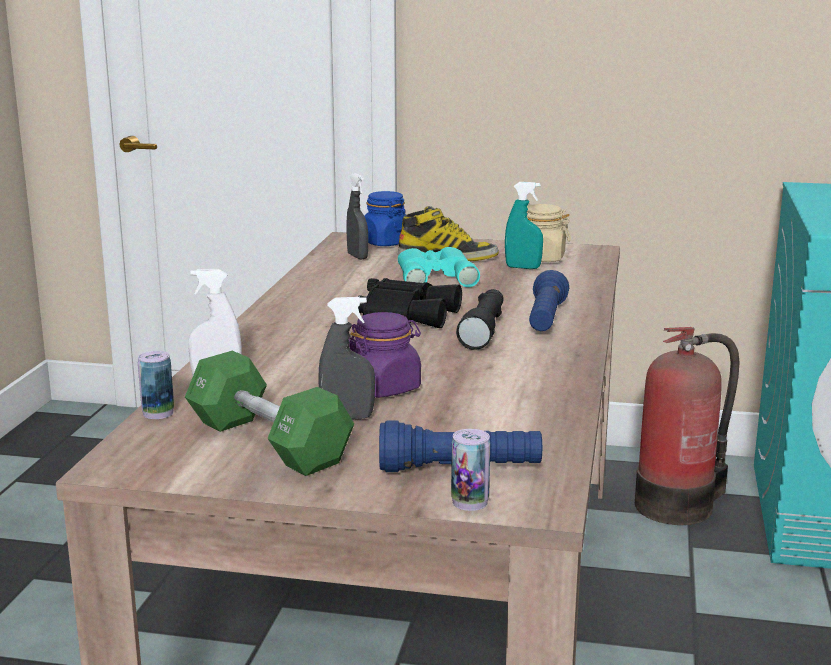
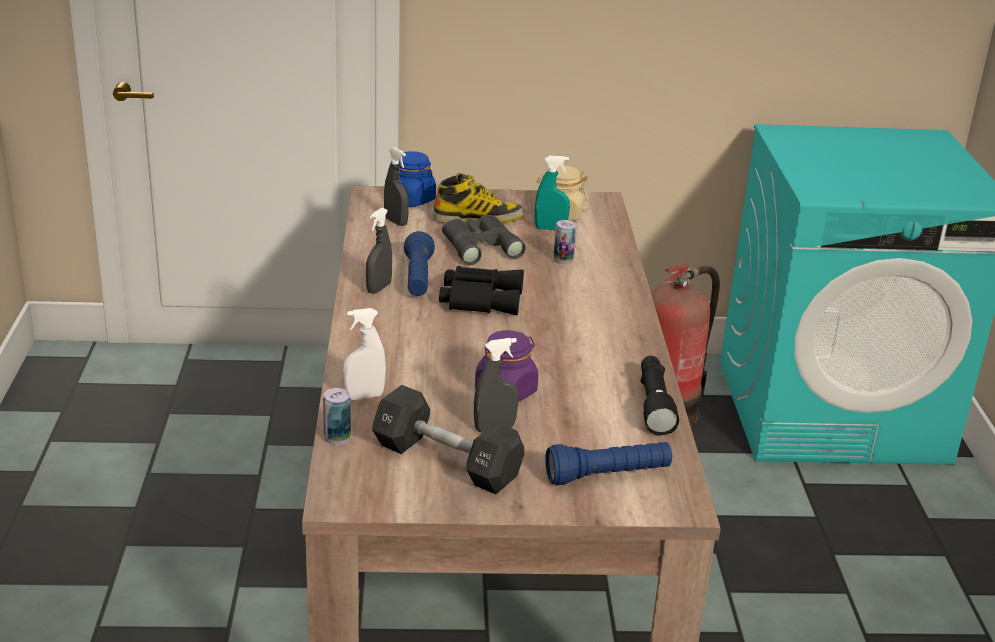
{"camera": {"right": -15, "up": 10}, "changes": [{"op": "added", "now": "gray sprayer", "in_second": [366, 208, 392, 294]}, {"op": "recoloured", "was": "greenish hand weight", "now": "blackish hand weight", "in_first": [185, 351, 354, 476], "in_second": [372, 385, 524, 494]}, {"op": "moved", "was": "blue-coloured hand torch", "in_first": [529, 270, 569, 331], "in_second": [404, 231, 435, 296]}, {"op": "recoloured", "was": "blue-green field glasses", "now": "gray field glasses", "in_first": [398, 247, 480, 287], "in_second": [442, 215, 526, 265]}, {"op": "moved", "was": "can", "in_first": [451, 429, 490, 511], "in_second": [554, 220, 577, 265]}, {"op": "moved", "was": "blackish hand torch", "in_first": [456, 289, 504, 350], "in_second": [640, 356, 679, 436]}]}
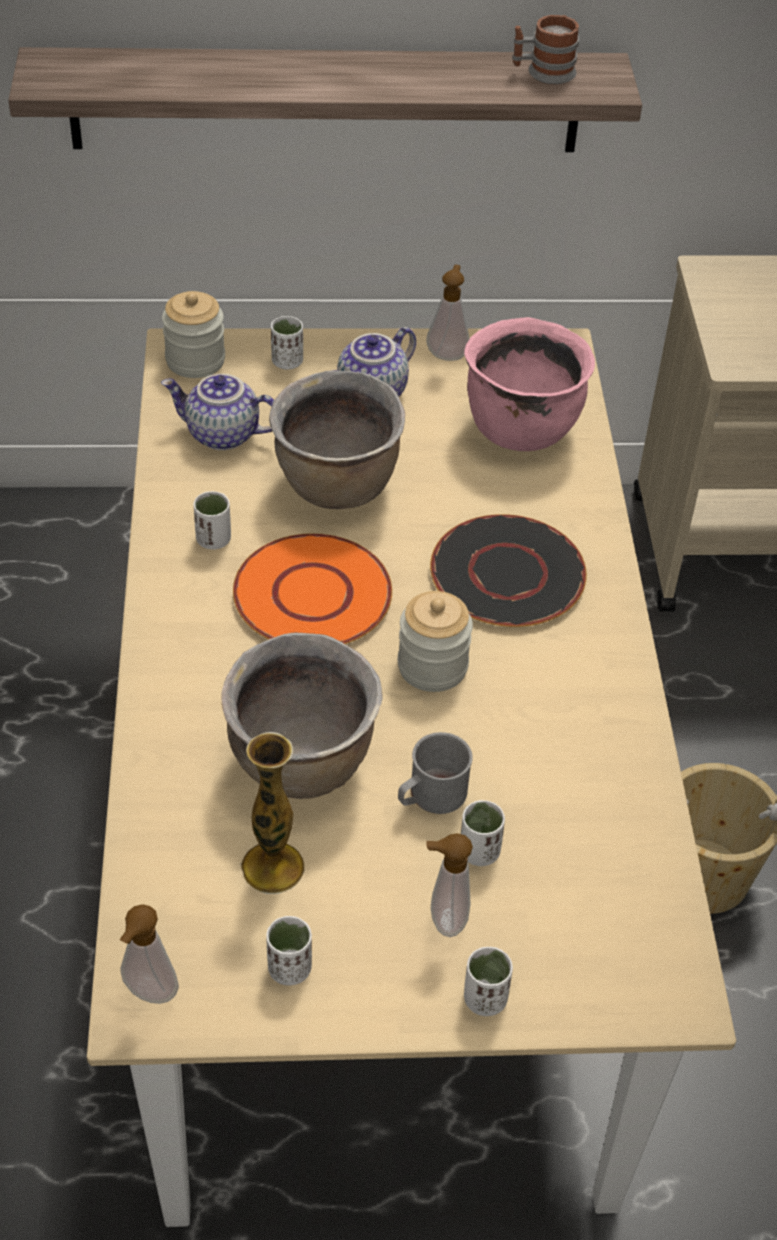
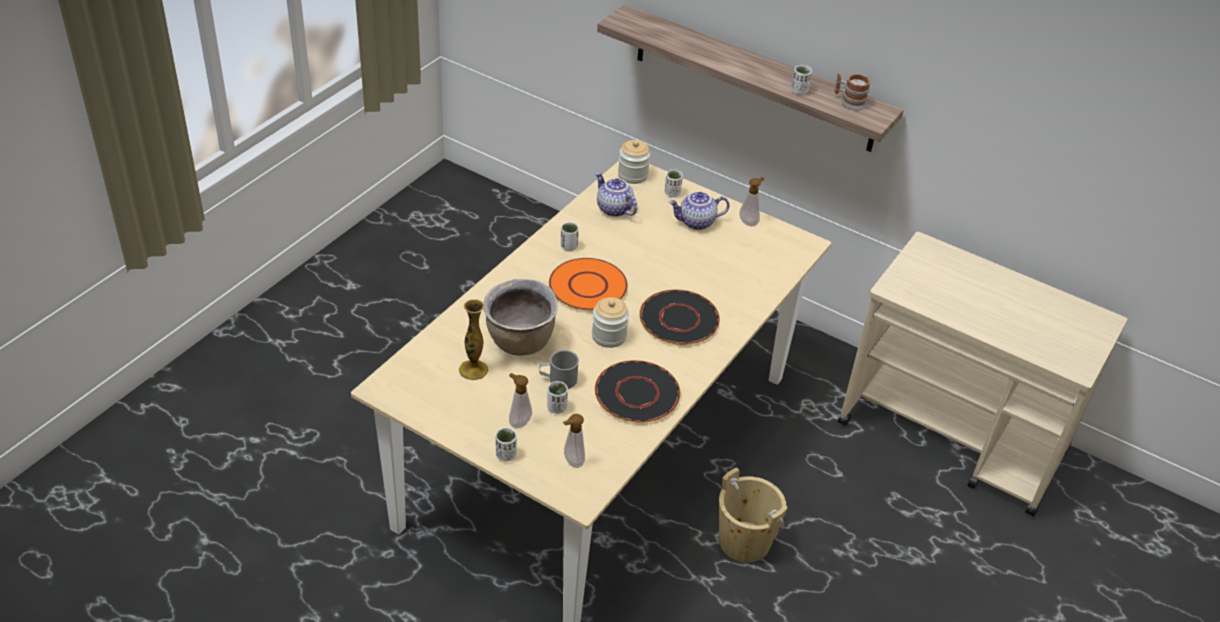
{"camera": {"right": 35, "up": -5}, "changes": [{"op": "moved", "was": "liquid soap bottle", "in_first": [120, 904, 179, 1004], "in_second": [563, 414, 585, 468]}, {"op": "added", "now": "blackish plate", "in_second": [595, 360, 680, 423]}, {"op": "moved", "was": "white-coloured cup", "in_first": [266, 916, 312, 986], "in_second": [791, 65, 812, 95]}, {"op": "removed", "was": "brown cooking pot", "in_first": [269, 371, 405, 509]}, {"op": "removed", "was": "pinkish cooking pot", "in_first": [464, 317, 595, 451]}]}
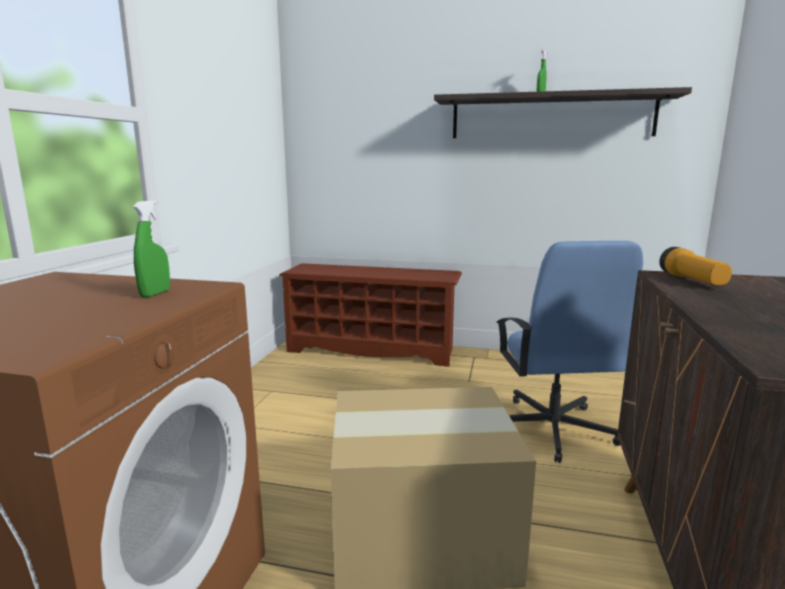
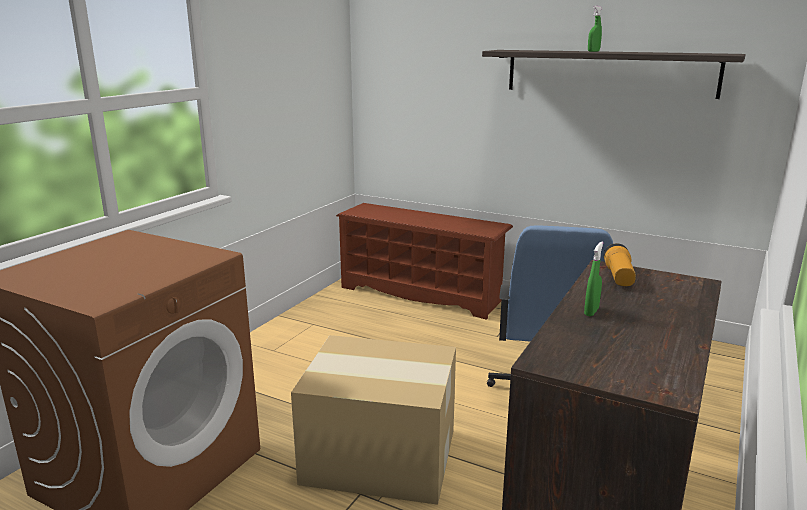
{"camera": {"right": 15, "up": 5}, "changes": [{"op": "moved", "was": "greenish sprayer", "in_first": [133, 200, 170, 297], "in_second": [584, 241, 603, 316]}]}
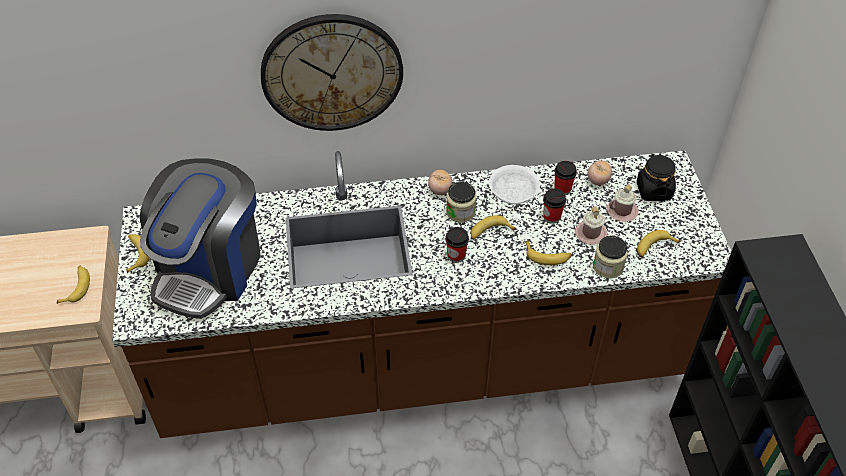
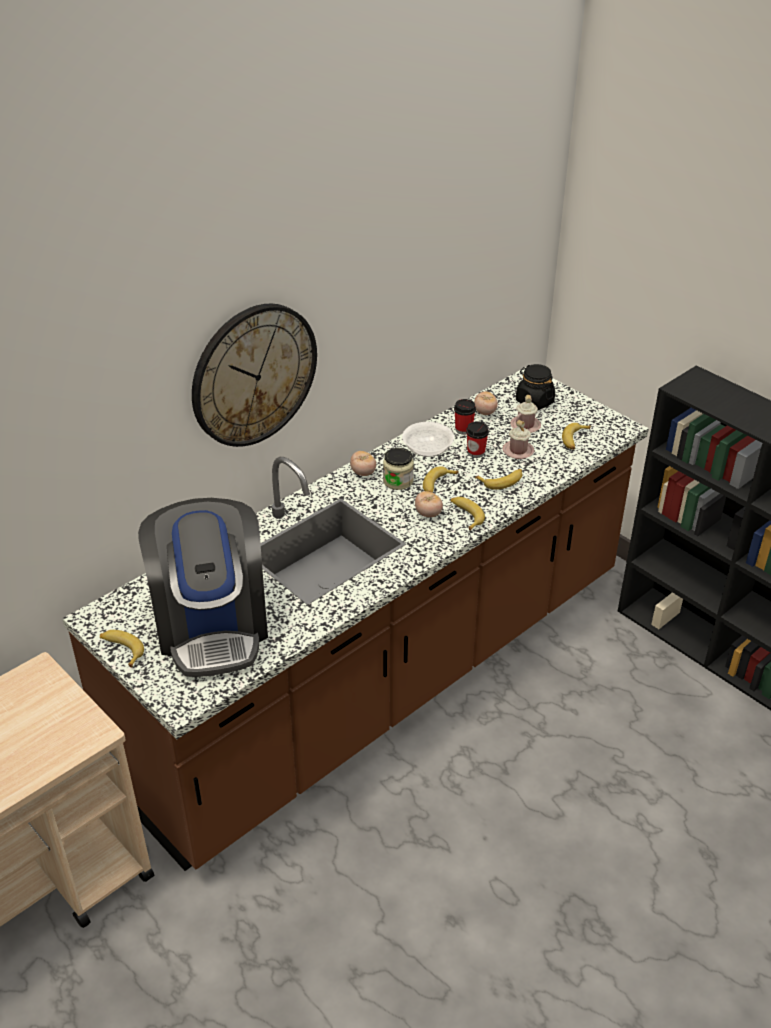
{"camera": {"right": -35, "up": -10}, "changes": [{"op": "replaced", "was": "cup", "now": "whole tomato", "in_first": [445, 227, 469, 263], "in_second": [415, 491, 443, 517]}, {"op": "moved", "was": "banana fruit", "in_first": [57, 266, 90, 304], "in_second": [451, 497, 485, 531]}, {"op": "removed", "was": "jar", "in_first": [593, 236, 628, 278]}]}
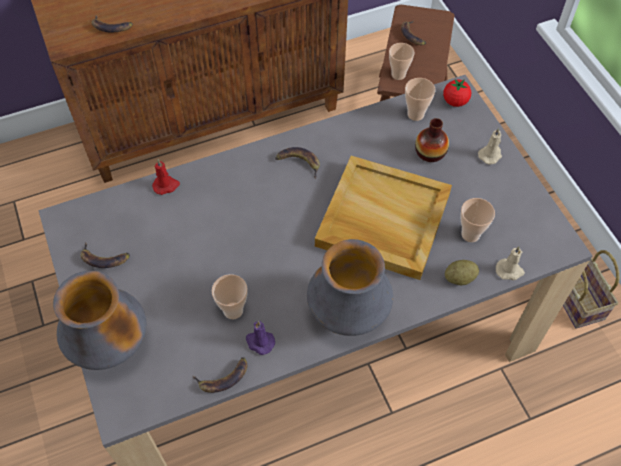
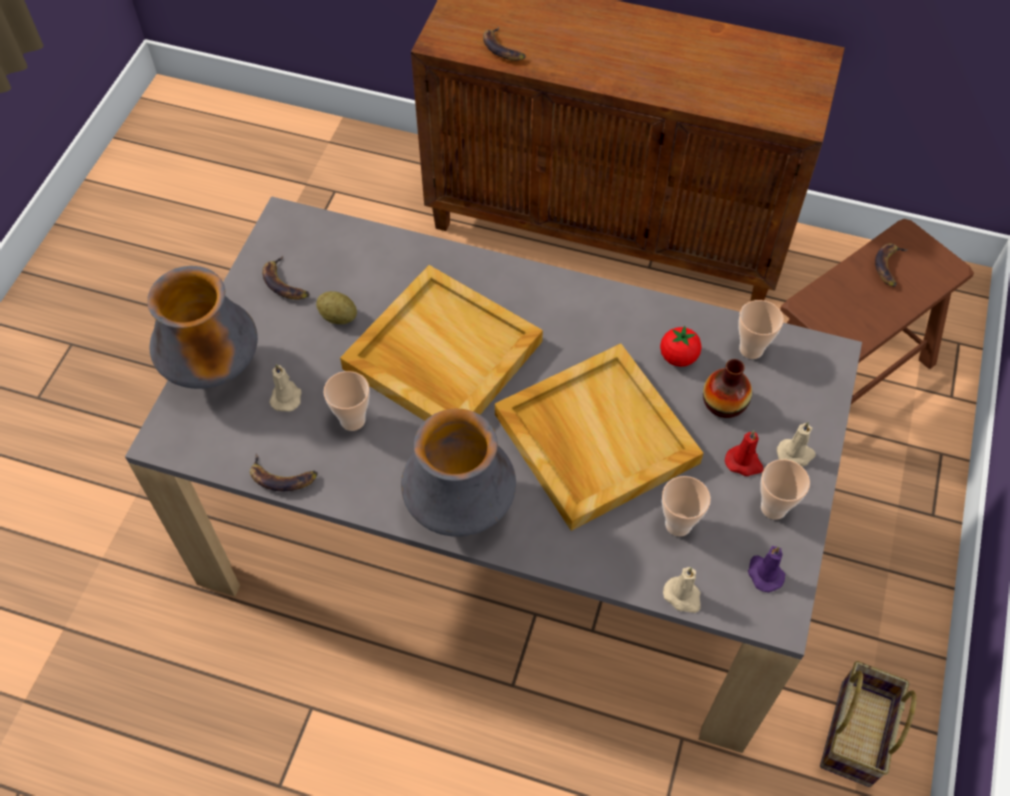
{"camera": {"right": 40, "up": 0}, "changes": [{"op": "added", "now": "beige wax light", "in_second": [269, 364, 301, 411]}, {"op": "moved", "was": "potato", "in_first": [445, 260, 479, 285], "in_second": [316, 291, 357, 324]}, {"op": "added", "now": "beige serving tray", "in_second": [340, 265, 543, 421]}, {"op": "moved", "was": "whole tomato", "in_first": [443, 79, 471, 107], "in_second": [660, 326, 702, 367]}, {"op": "moved", "was": "red-coloured wax light", "in_first": [152, 159, 180, 195], "in_second": [725, 430, 763, 476]}, {"op": "moved", "was": "purple wax light", "in_first": [246, 321, 275, 355], "in_second": [748, 546, 785, 592]}, {"op": "moved", "was": "cup", "in_first": [389, 43, 414, 80], "in_second": [760, 459, 810, 520]}, {"op": "removed", "was": "banana fruit", "in_first": [275, 147, 320, 179]}]}
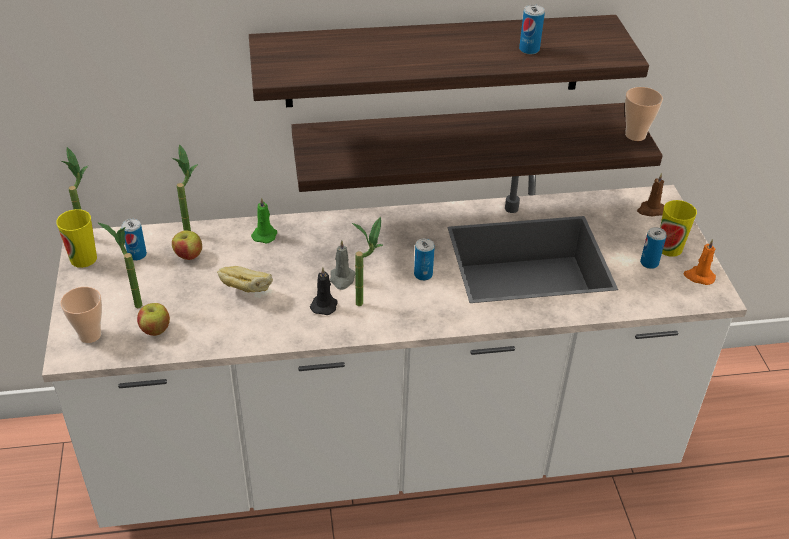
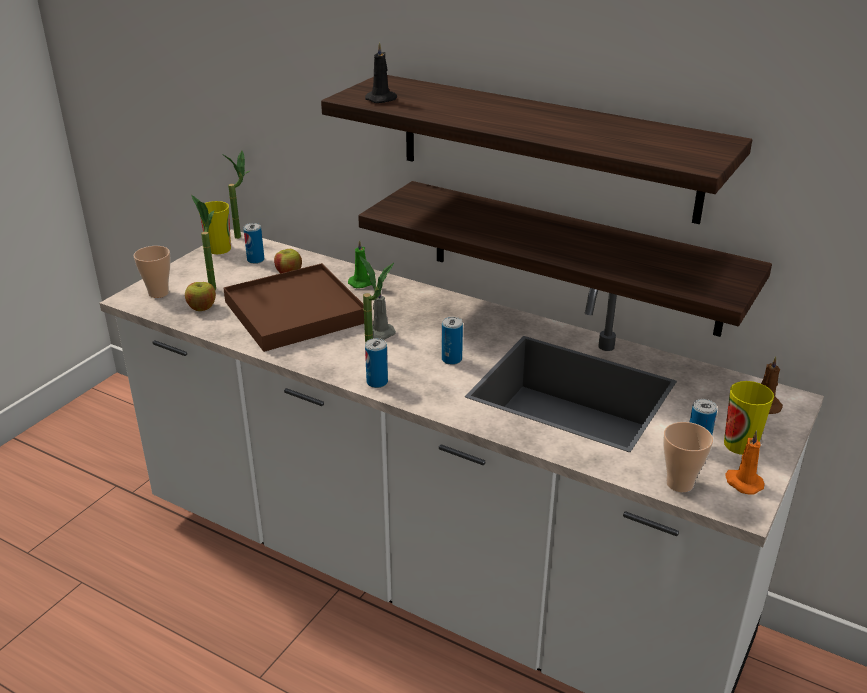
{"camera": {"right": 40, "up": -10}, "changes": [{"op": "replaced", "was": "bakery bread", "now": "brown serving tray", "in_first": [217, 266, 273, 293], "in_second": [223, 263, 364, 352]}, {"op": "moved", "was": "blackish wax light", "in_first": [310, 268, 337, 315], "in_second": [365, 42, 398, 103]}, {"op": "moved", "was": "can", "in_first": [519, 5, 545, 54], "in_second": [365, 338, 388, 388]}, {"op": "moved", "was": "cup", "in_first": [625, 87, 663, 141], "in_second": [663, 422, 713, 492]}, {"op": "removed", "was": "houseplant", "in_first": [172, 144, 198, 231]}]}
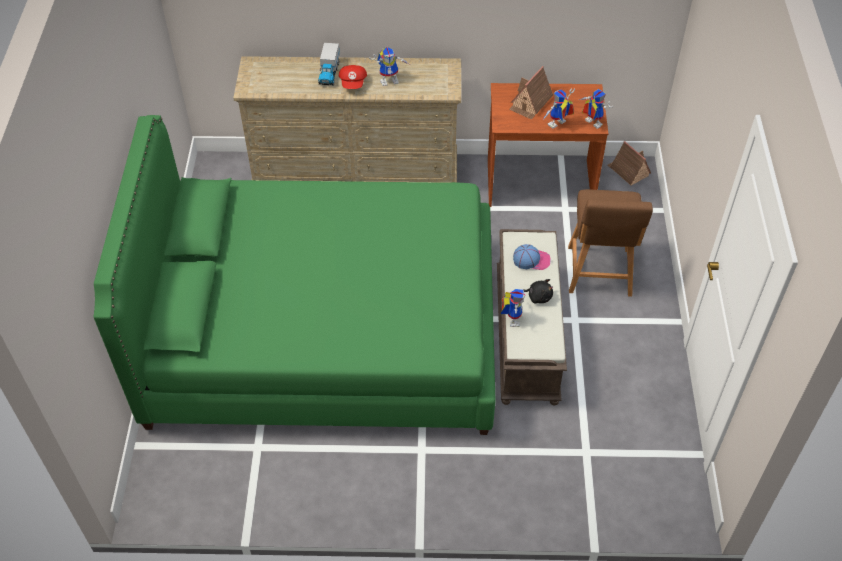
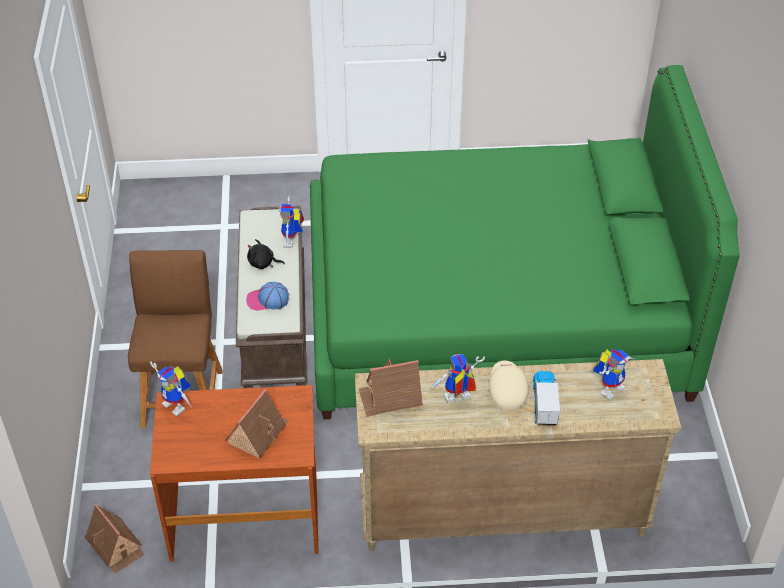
{"camera": {"right": 175, "up": -5}, "changes": [{"op": "added", "now": "model house", "in_second": [358, 359, 423, 417]}, {"op": "recoloured", "was": "red-coloured baseball cap", "now": "beige baseball cap", "in_first": [339, 65, 367, 89], "in_second": [489, 360, 529, 410]}, {"op": "moved", "was": "toy robot", "in_first": [542, 89, 575, 129], "in_second": [593, 349, 634, 400]}]}
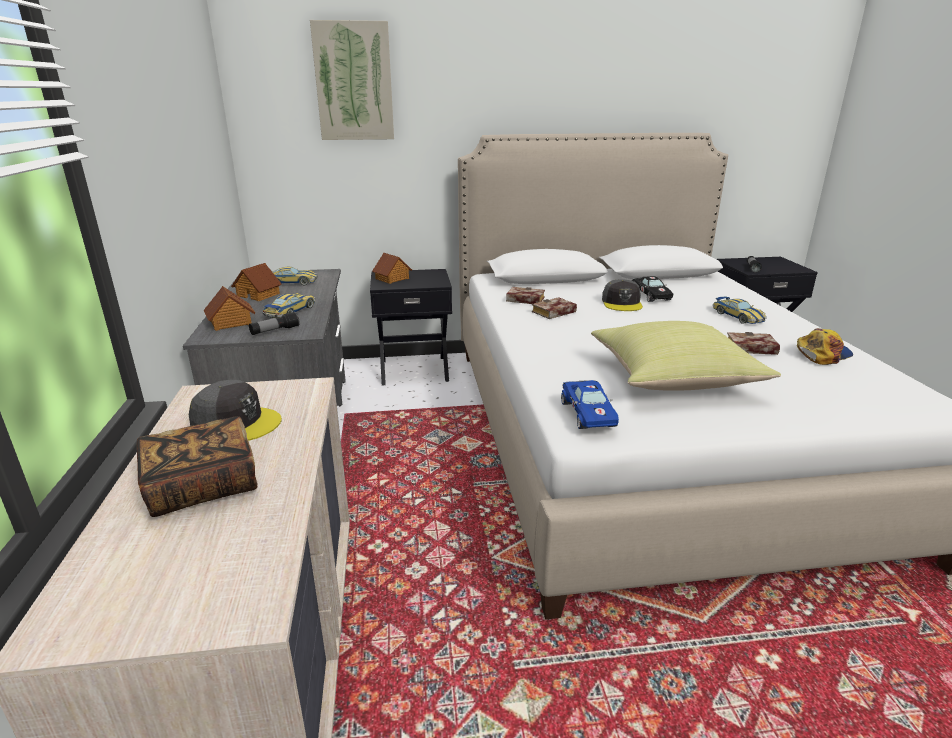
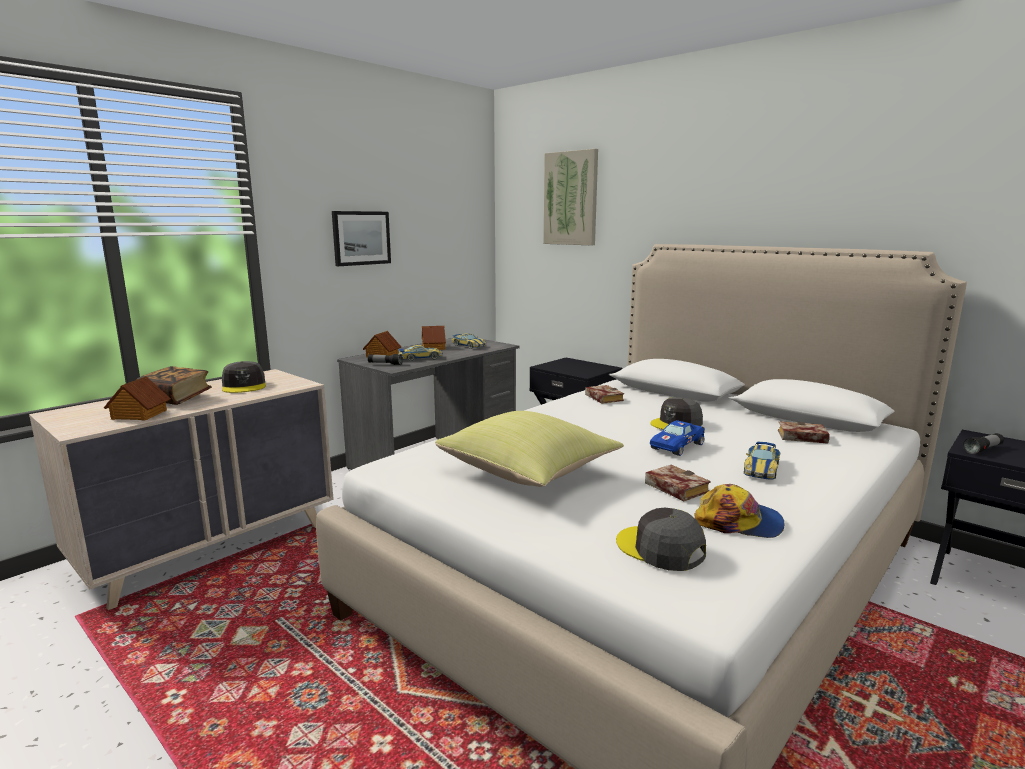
{"camera": {"right": 50, "up": -10}, "changes": [{"op": "moved", "was": "model house", "in_first": [372, 253, 412, 284], "in_second": [104, 376, 171, 421]}, {"op": "added", "now": "wall art", "in_second": [332, 211, 391, 266]}, {"op": "added", "now": "gray baseball cap", "in_second": [616, 507, 706, 571]}, {"op": "moved", "was": "blue-coloured model car", "in_first": [561, 380, 619, 429], "in_second": [650, 420, 705, 456]}, {"op": "moved", "was": "volume", "in_first": [532, 297, 577, 319], "in_second": [778, 421, 830, 444]}, {"op": "removed", "was": "blackish model car", "in_first": [632, 276, 673, 302]}]}
